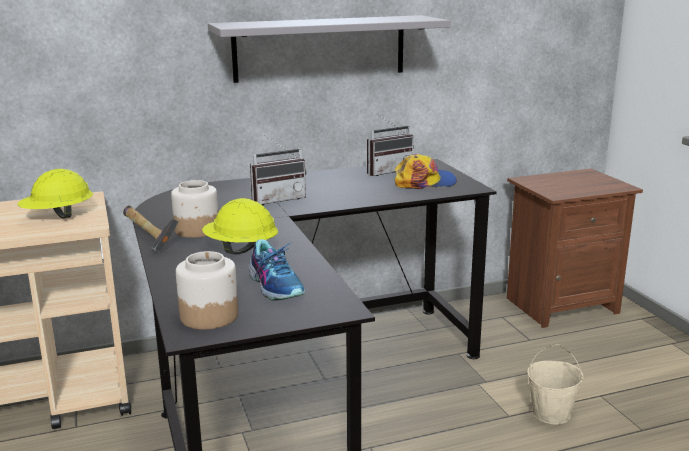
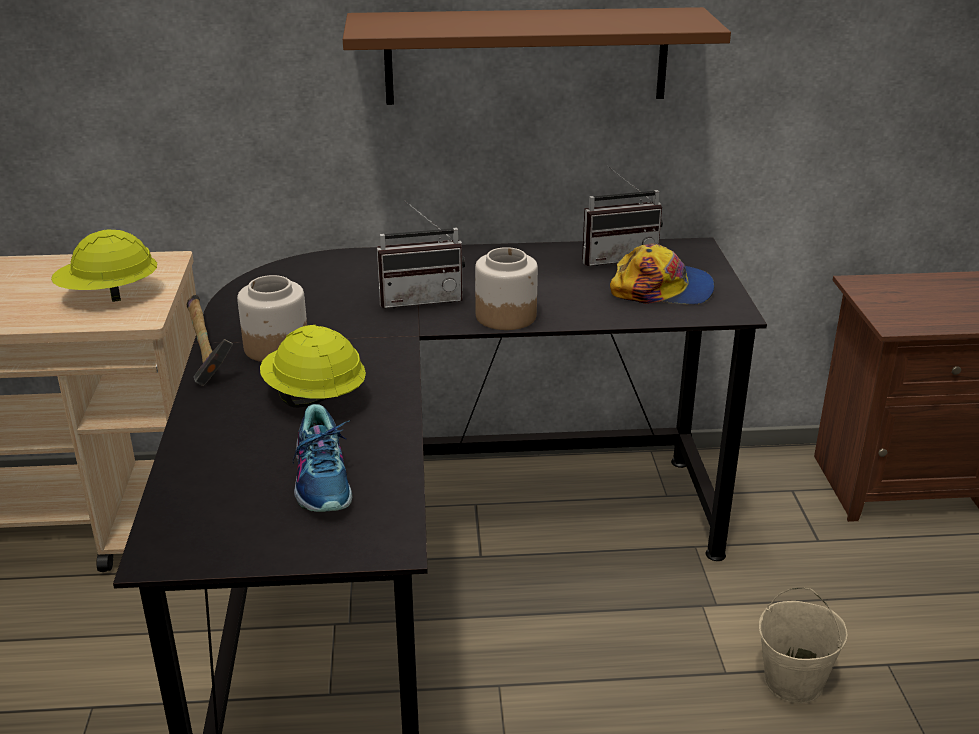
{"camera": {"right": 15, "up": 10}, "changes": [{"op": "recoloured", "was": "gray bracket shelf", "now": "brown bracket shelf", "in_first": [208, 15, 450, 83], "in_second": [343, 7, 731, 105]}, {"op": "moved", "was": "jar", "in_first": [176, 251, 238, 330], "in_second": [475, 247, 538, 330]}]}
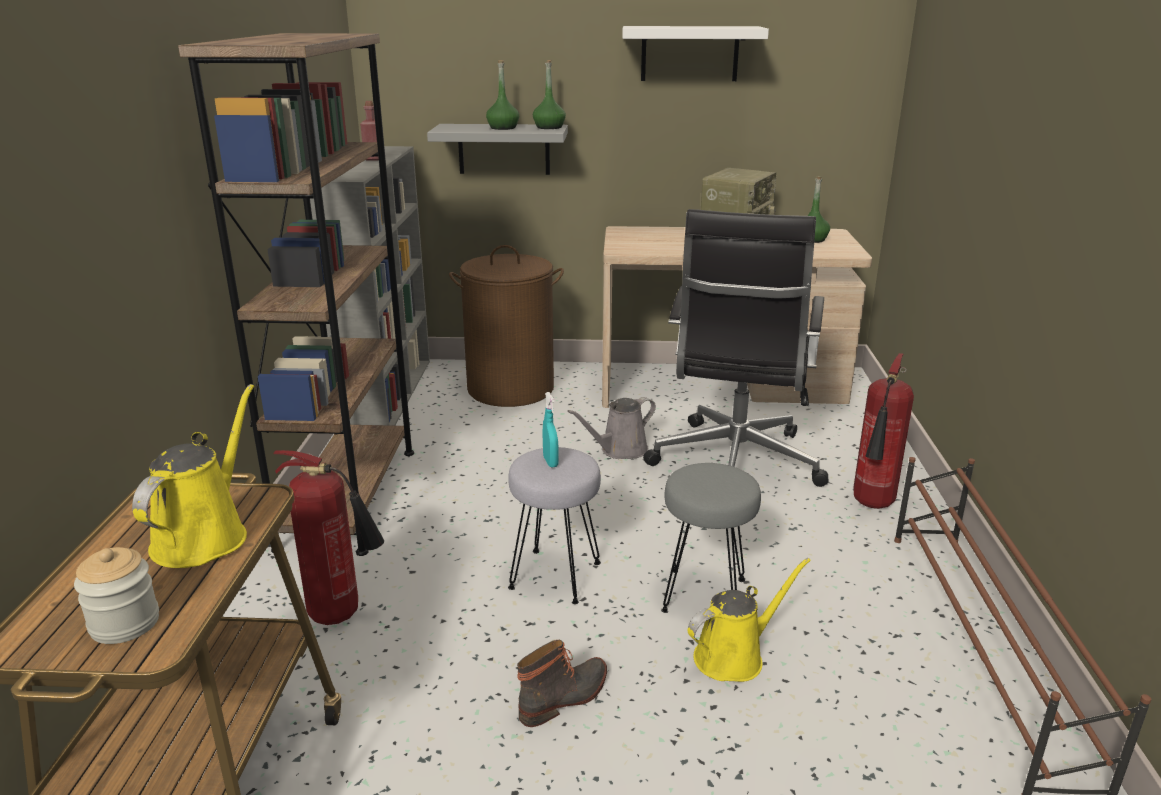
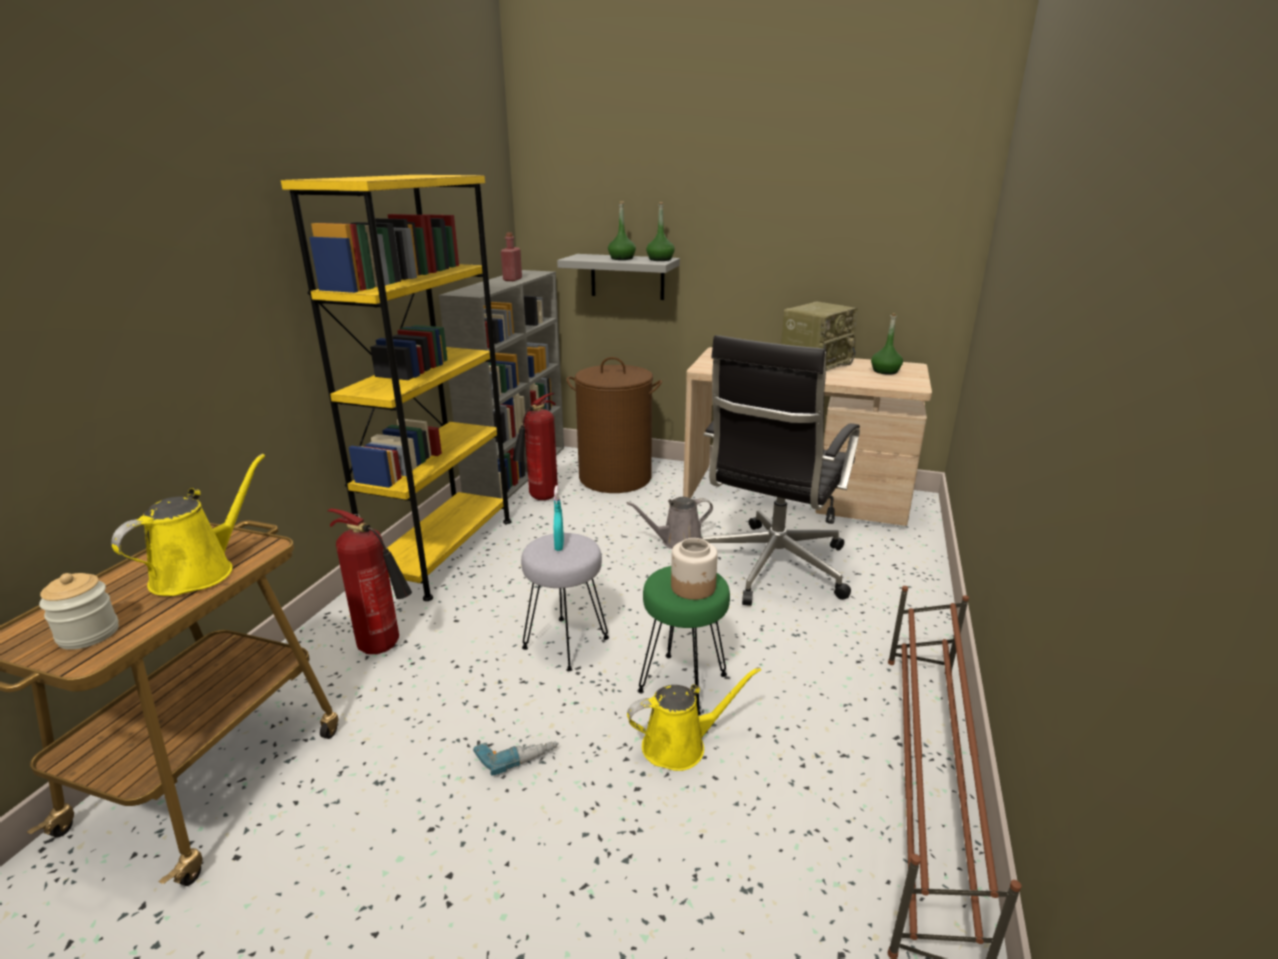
{"camera": {"right": 15, "up": 0}, "changes": [{"op": "recoloured", "was": "brown shelving unit", "now": "yellow shelving unit", "in_first": [178, 33, 414, 556], "in_second": [281, 175, 511, 601]}, {"op": "replaced", "was": "tall boot", "now": "drill", "in_first": [517, 640, 607, 727], "in_second": [473, 740, 559, 776]}, {"op": "moved", "was": "fire-fighting cylinder", "in_first": [853, 353, 914, 509], "in_second": [512, 393, 558, 500]}, {"op": "recoloured", "was": "gray sitting stool", "now": "greenish sitting stool", "in_first": [661, 463, 761, 613], "in_second": [637, 566, 730, 716]}, {"op": "added", "now": "jar", "in_second": [671, 538, 718, 600]}, {"op": "removed", "was": "white-coloured bracket shelf", "in_first": [622, 26, 769, 81]}]}
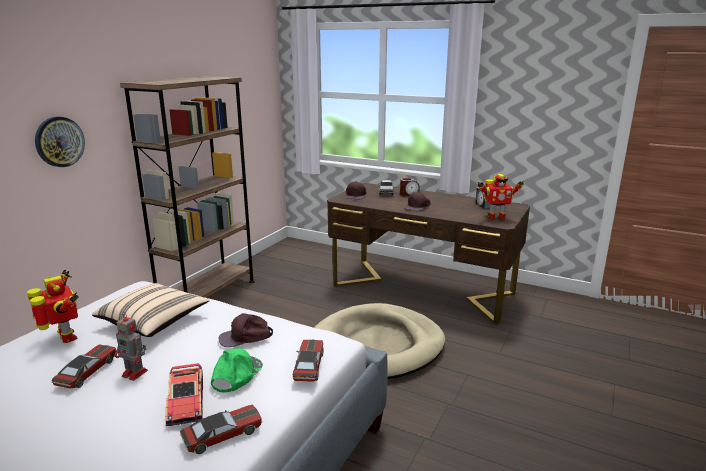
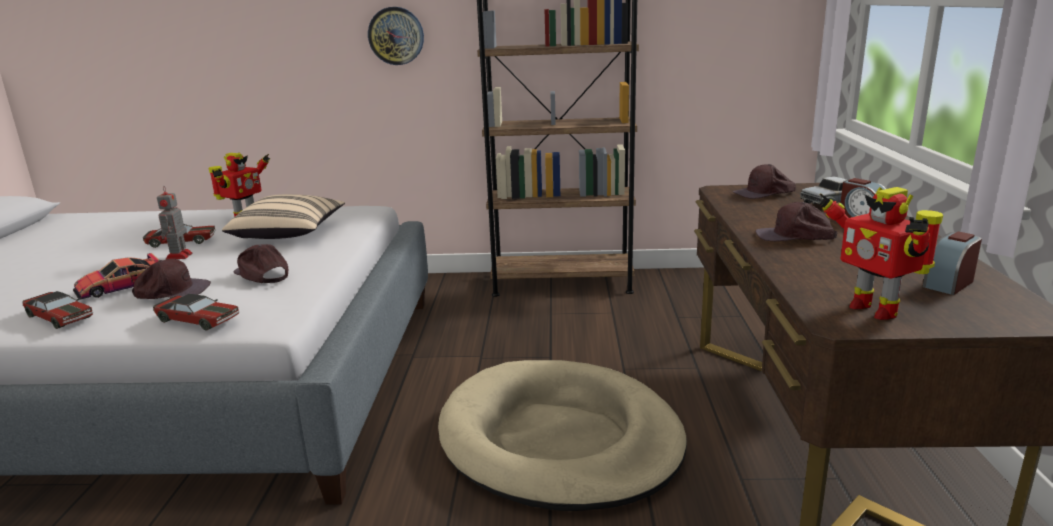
{"camera": {"right": 65, "up": 0}, "changes": [{"op": "recoloured", "was": "greenish baseball cap", "now": "brown baseball cap", "in_first": [211, 348, 263, 392], "in_second": [132, 259, 211, 299]}, {"op": "turned", "was": "model car", "in_first": [293, 340, 323, 382], "in_second": [153, 294, 239, 331], "clockwise": 45}]}
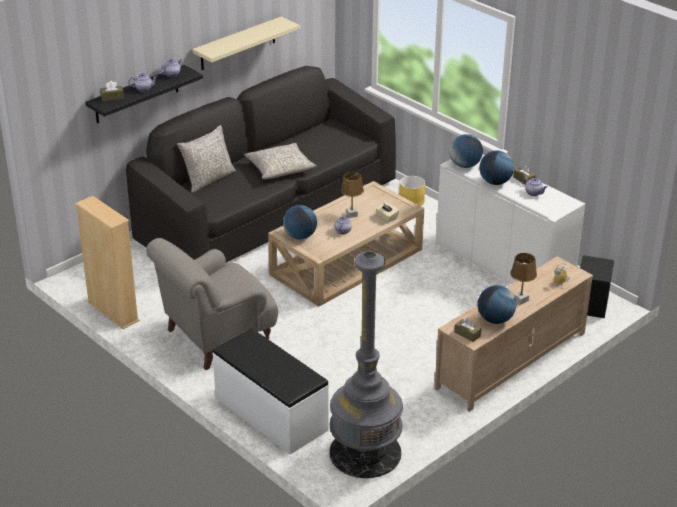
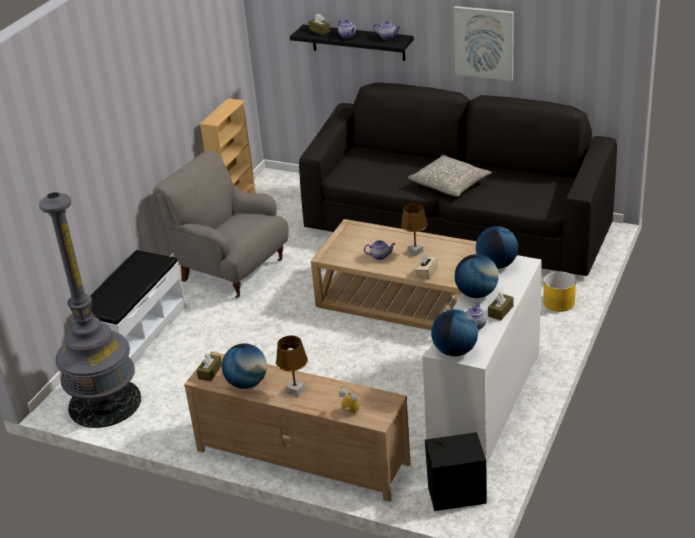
{"camera": {"right": 70, "up": 0}, "changes": [{"op": "moved", "was": "desk globe", "in_first": [283, 205, 317, 239], "in_second": [431, 309, 478, 356]}, {"op": "replaced", "was": "beige bracket shelf", "now": "wall art", "in_first": [192, 17, 300, 70], "in_second": [454, 6, 514, 81]}, {"op": "removed", "was": "gray cushion", "in_first": [177, 125, 236, 193]}]}
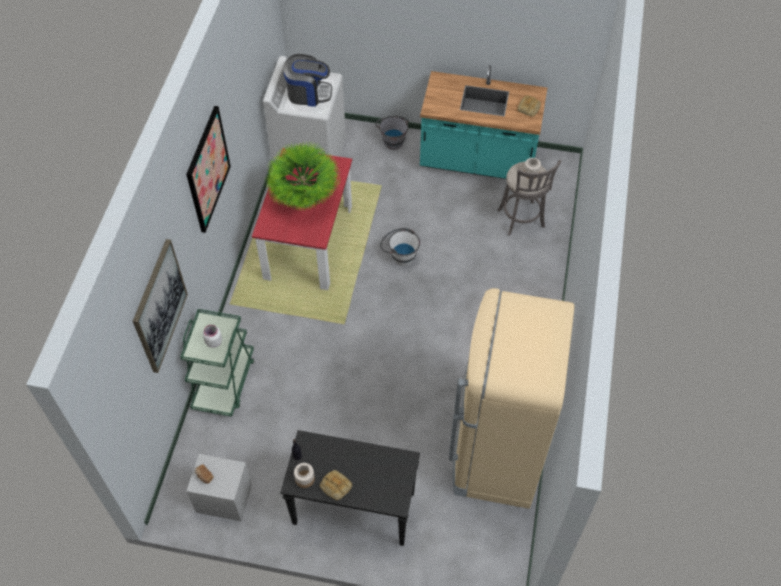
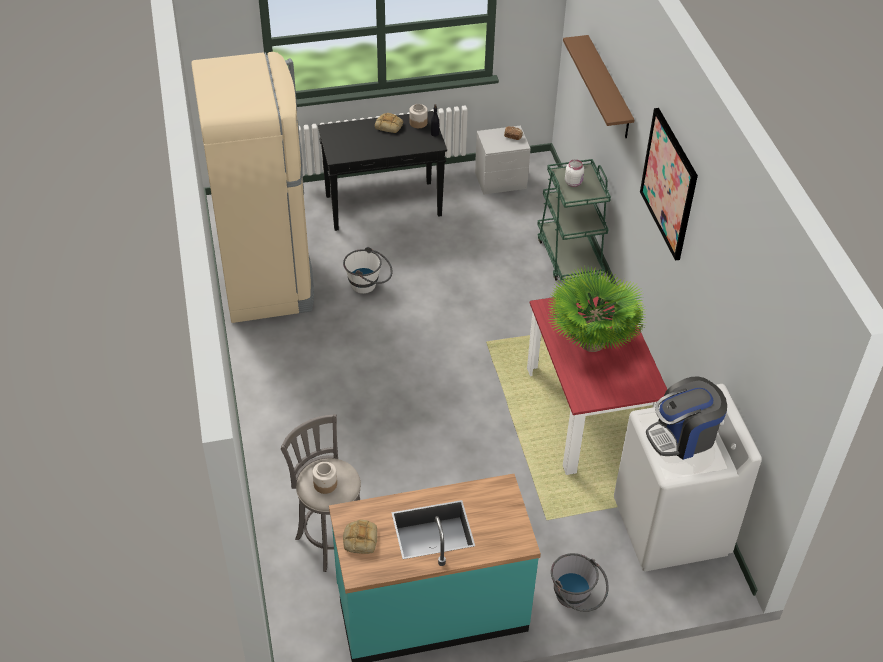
{"camera": {"right": 155, "up": -10}, "changes": [{"op": "moved", "was": "white-coloured water bucket", "in_first": [380, 228, 420, 266], "in_second": [343, 247, 393, 294]}, {"op": "replaced", "was": "wall art", "now": "brown bracket shelf", "in_first": [133, 239, 188, 373], "in_second": [563, 35, 635, 138]}]}
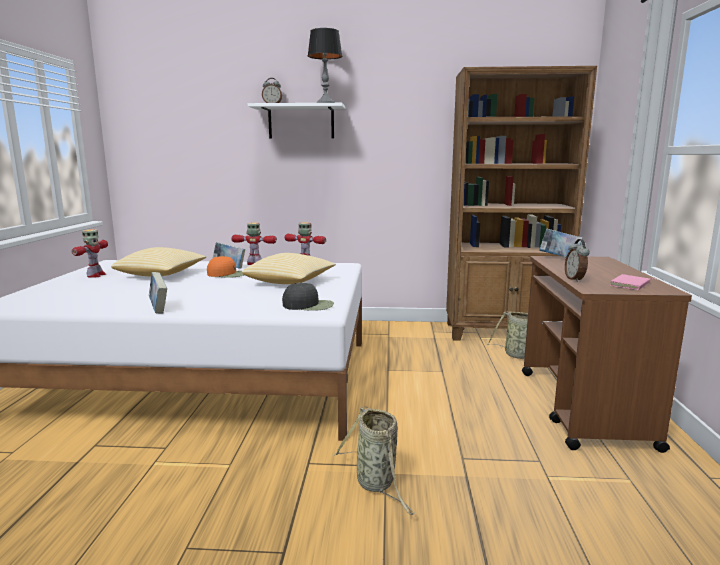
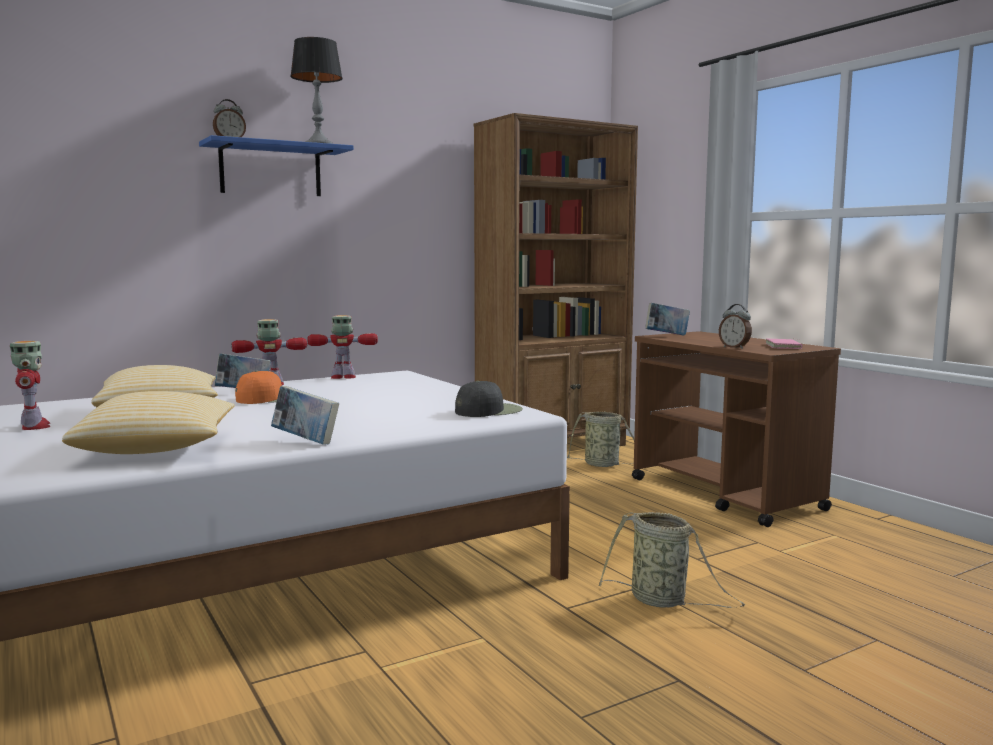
{"camera": {"right": -35, "up": -5}, "changes": [{"op": "moved", "was": "cushion", "in_first": [242, 253, 336, 284], "in_second": [62, 391, 235, 454]}, {"op": "recoloured", "was": "white-coloured bracket shelf", "now": "blue-coloured bracket shelf", "in_first": [248, 103, 345, 139], "in_second": [199, 135, 354, 196]}]}
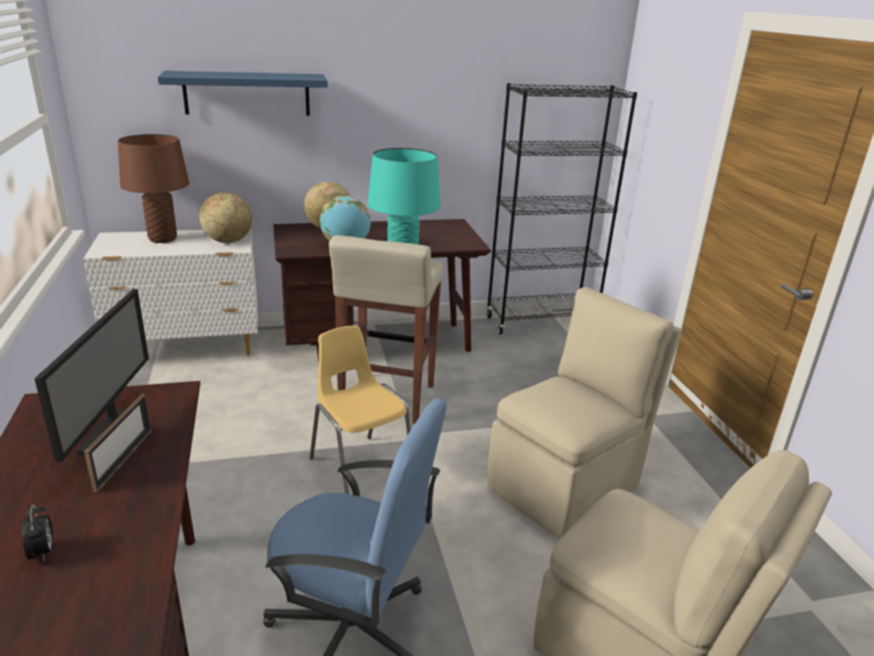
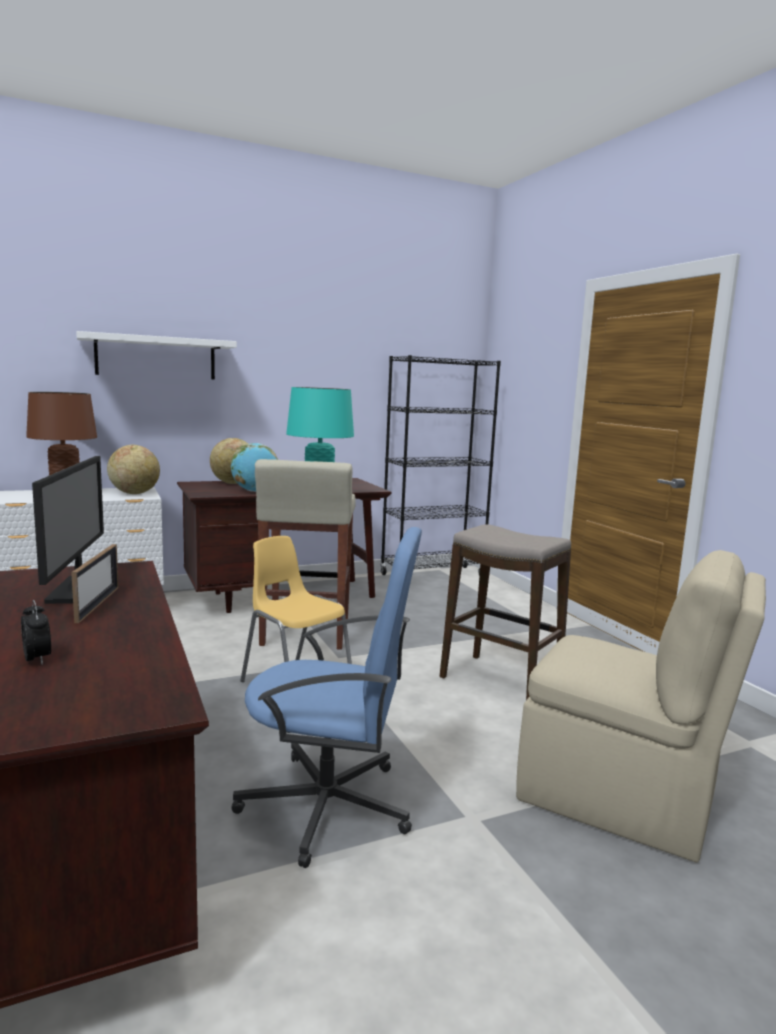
{"camera": {"right": -10, "up": -15}, "changes": [{"op": "recoloured", "was": "blue-coloured bracket shelf", "now": "white-coloured bracket shelf", "in_first": [158, 71, 328, 116], "in_second": [76, 331, 237, 379]}, {"op": "replaced", "was": "beige upright chair", "now": "sitting stool", "in_first": [488, 287, 681, 539], "in_second": [439, 524, 571, 700]}]}
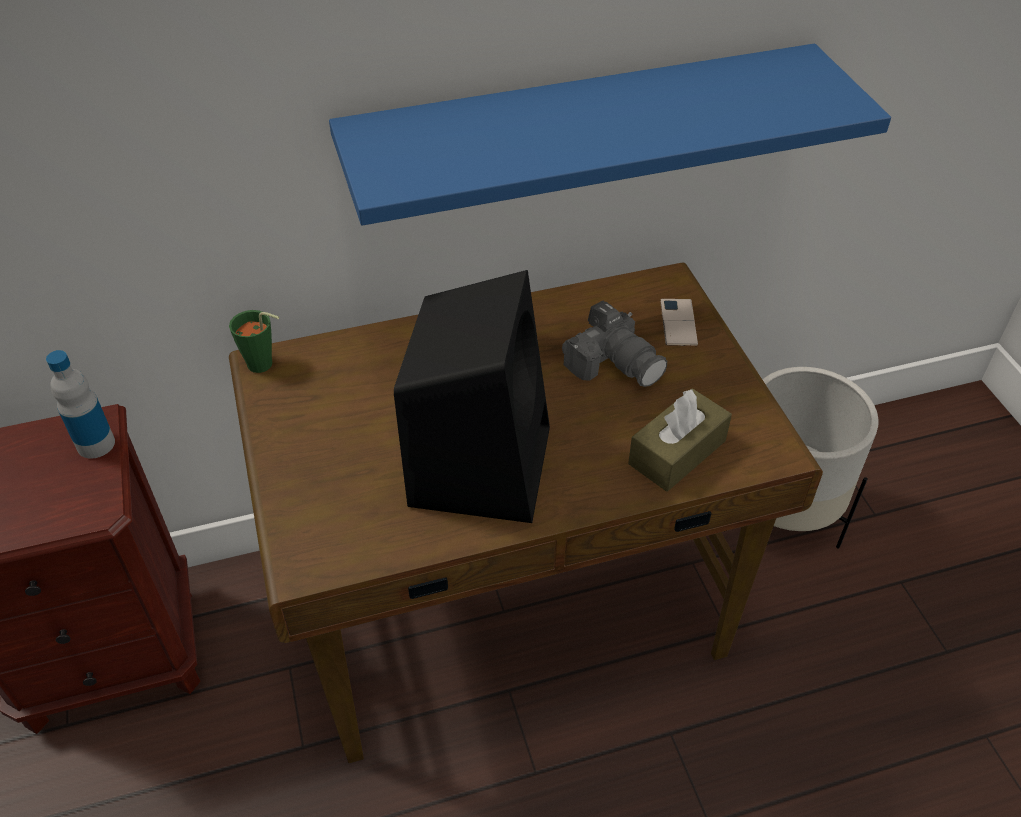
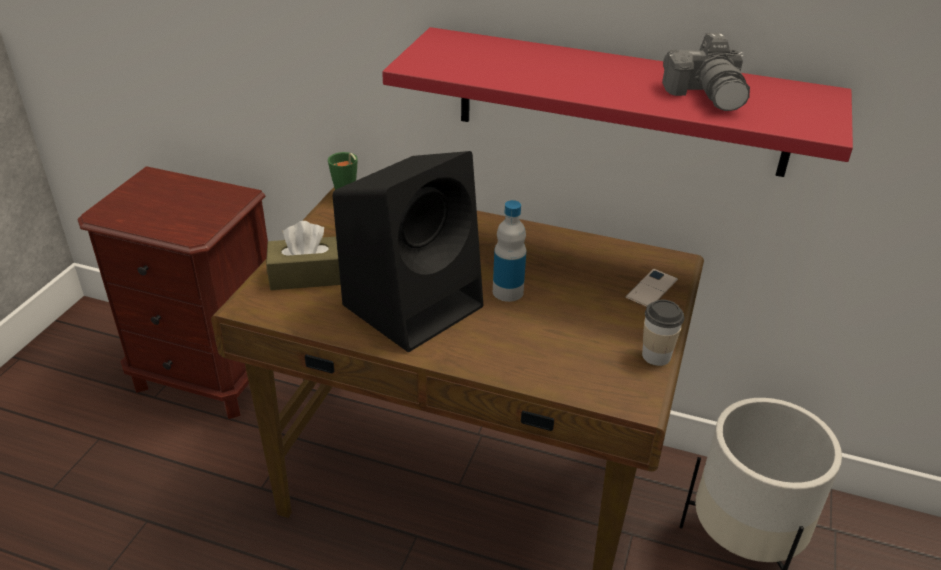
{"camera": {"right": 35, "up": -10}, "changes": [{"op": "moved", "was": "brown tissue box", "in_first": [628, 388, 732, 491], "in_second": [266, 221, 341, 290]}, {"op": "recoloured", "was": "blue-coloured bracket shelf", "now": "red-coloured bracket shelf", "in_first": [329, 44, 891, 226], "in_second": [382, 27, 853, 177]}, {"op": "moved", "was": "beverage bottle", "in_first": [46, 350, 115, 459], "in_second": [493, 200, 526, 302]}, {"op": "added", "now": "cup", "in_second": [642, 300, 684, 366]}, {"op": "moved", "was": "still camera", "in_first": [562, 301, 667, 387], "in_second": [662, 33, 750, 111]}]}
